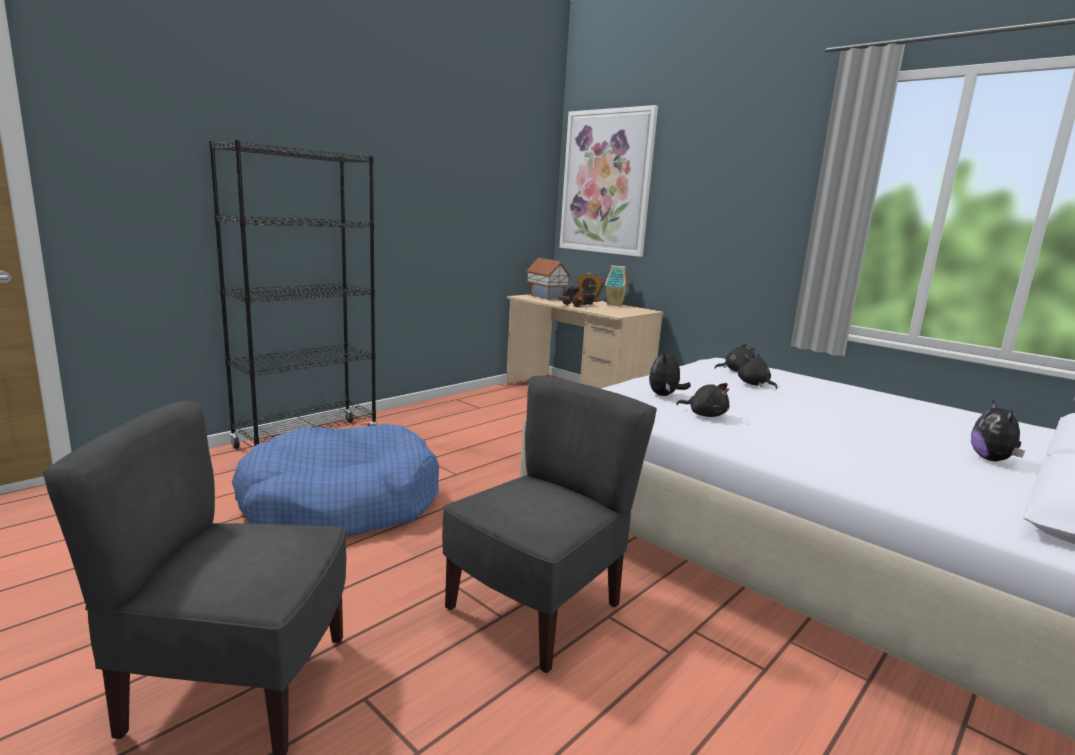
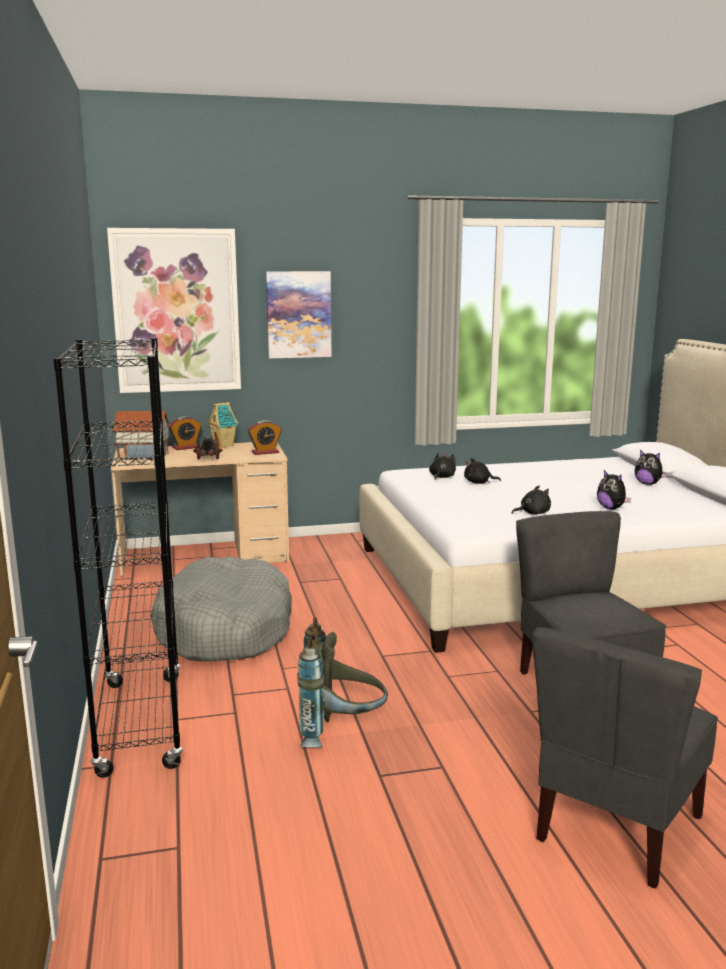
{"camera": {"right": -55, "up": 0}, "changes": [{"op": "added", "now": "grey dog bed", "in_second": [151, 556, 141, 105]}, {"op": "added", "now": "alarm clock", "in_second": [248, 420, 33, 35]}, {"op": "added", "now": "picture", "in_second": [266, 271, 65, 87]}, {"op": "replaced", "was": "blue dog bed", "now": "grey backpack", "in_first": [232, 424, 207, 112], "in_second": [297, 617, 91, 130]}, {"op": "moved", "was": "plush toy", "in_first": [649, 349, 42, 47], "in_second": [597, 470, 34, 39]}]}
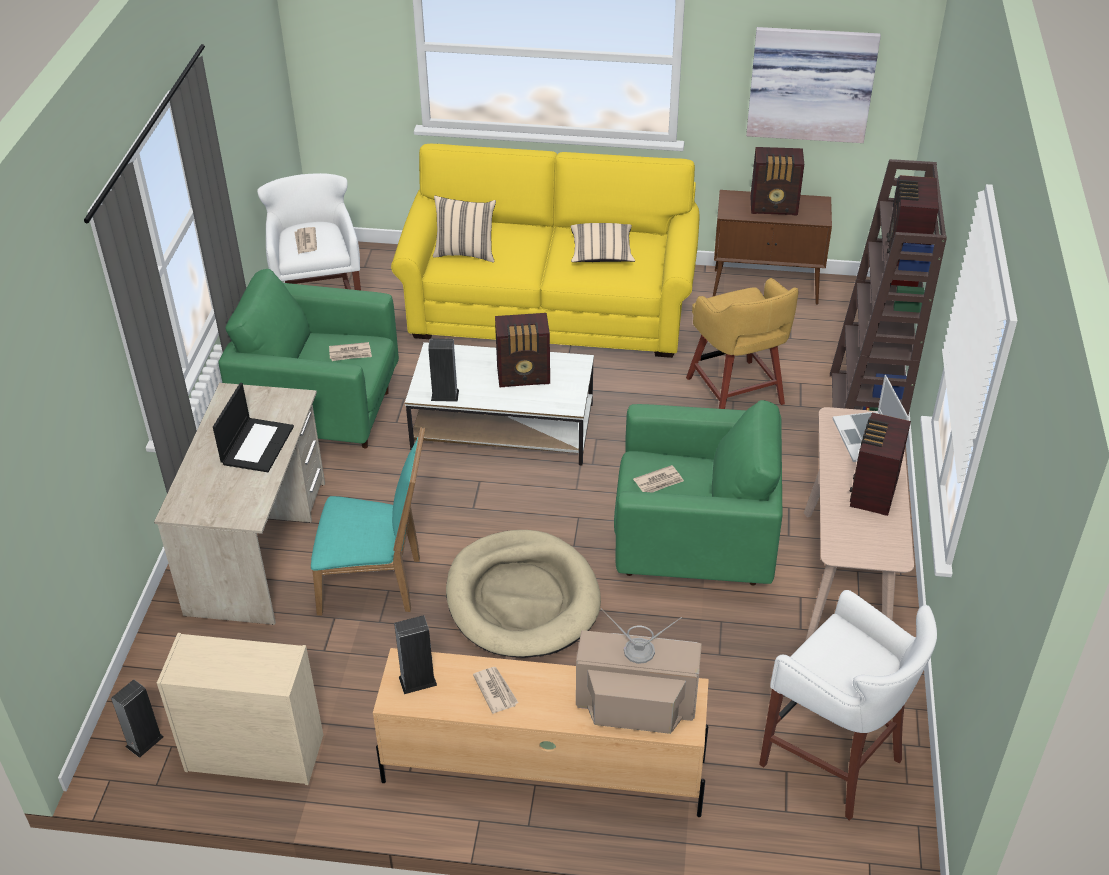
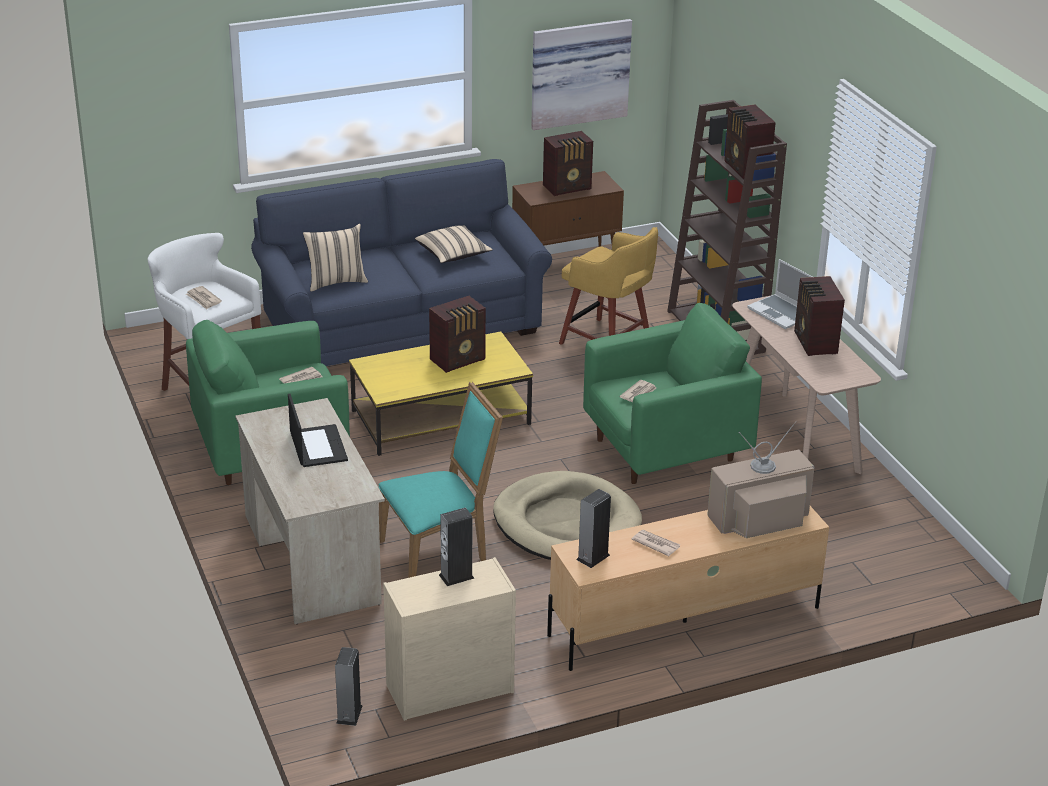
{"camera": {"right": -30, "up": -10}, "changes": [{"op": "recoloured", "was": "yellow sofa", "now": "blue sofa", "in_first": [391, 144, 309, 214], "in_second": [251, 159, 301, 207]}, {"op": "recoloured", "was": "white coffee table", "now": "yellow coffee table", "in_first": [405, 342, 189, 123], "in_second": [349, 332, 184, 124]}, {"op": "moved", "was": "speaker", "in_first": [428, 338, 31, 64], "in_second": [439, 508, 35, 78]}, {"op": "removed", "was": "white stool", "in_first": [759, 590, 178, 231]}]}
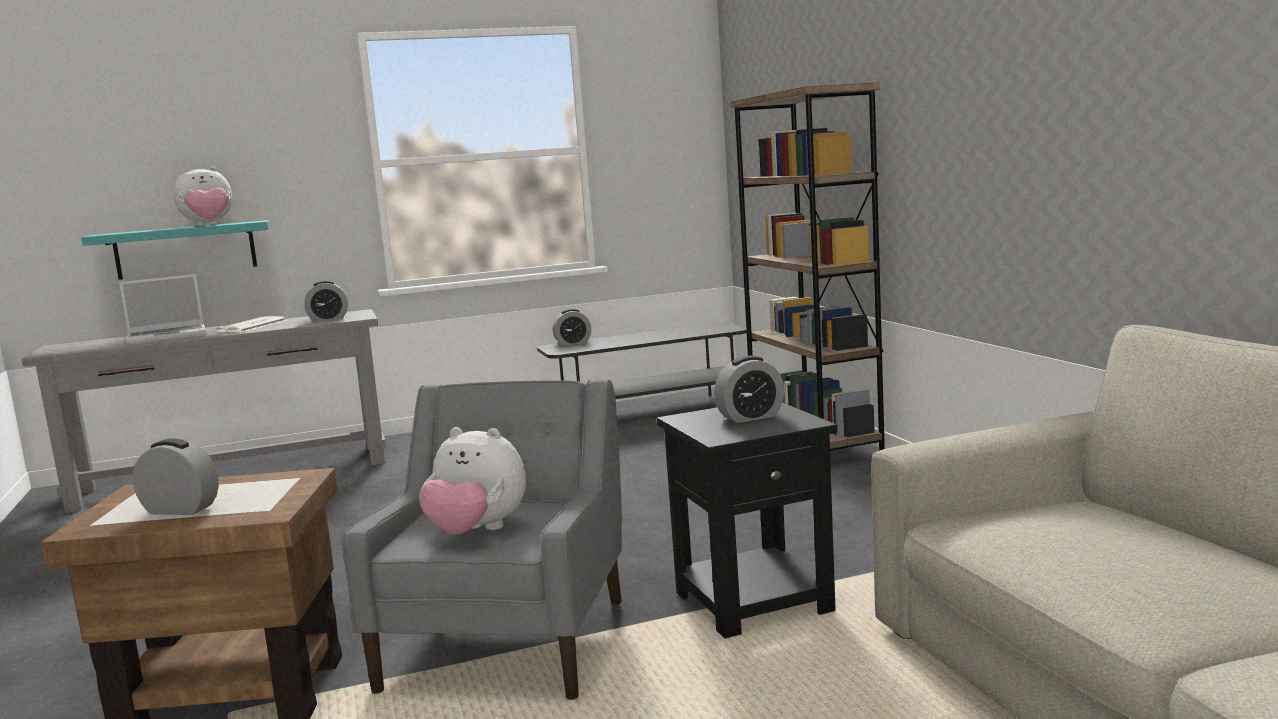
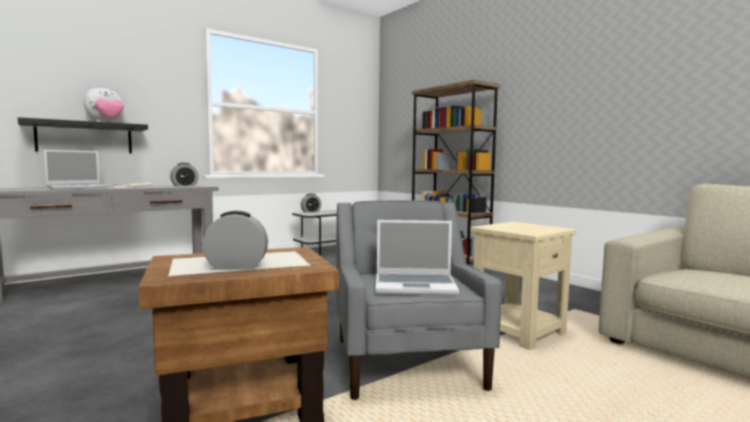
{"camera": {"right": -20, "up": -5}, "changes": [{"op": "recoloured", "was": "turquoise shelf", "now": "black shelf", "in_first": [81, 220, 189, 60], "in_second": [18, 117, 130, 36]}, {"op": "replaced", "was": "plush toy", "now": "laptop", "in_first": [419, 427, 107, 108], "in_second": [375, 220, 84, 76]}, {"op": "recoloured", "was": "black side table", "now": "beige side table", "in_first": [657, 403, 180, 235], "in_second": [470, 222, 107, 128]}, {"op": "removed", "was": "alarm clock", "in_first": [714, 355, 70, 68]}]}
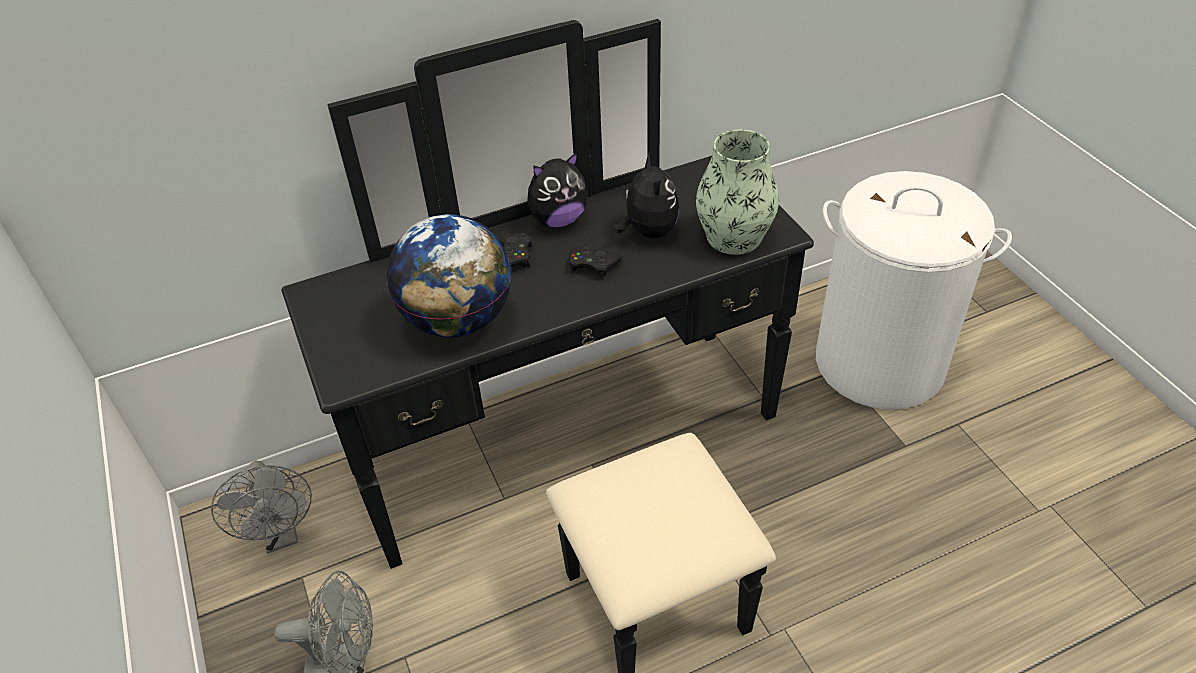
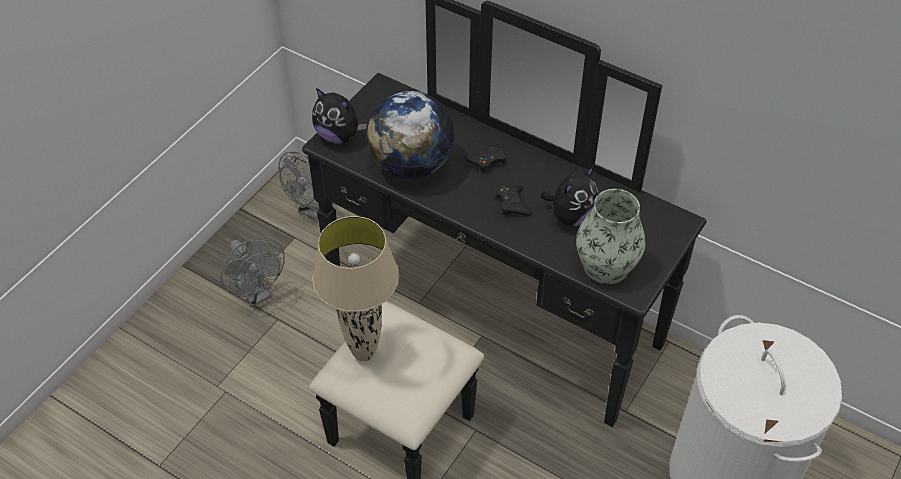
{"camera": {"right": 55, "up": 5}, "changes": [{"op": "moved", "was": "plush toy", "in_first": [527, 152, 61, 75], "in_second": [312, 88, 55, 56]}, {"op": "added", "now": "beige table lamp", "in_second": [312, 216, 87, 145]}]}
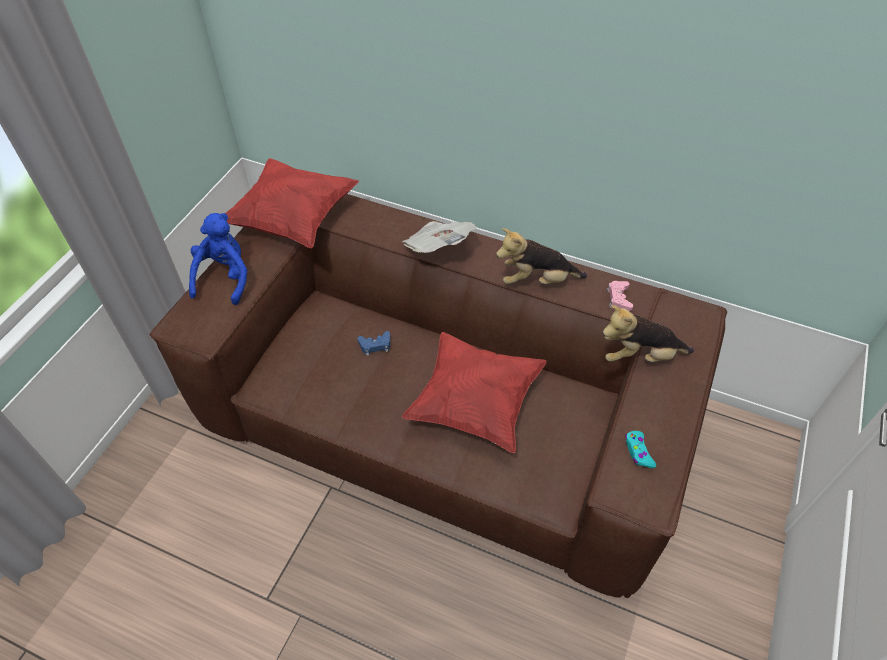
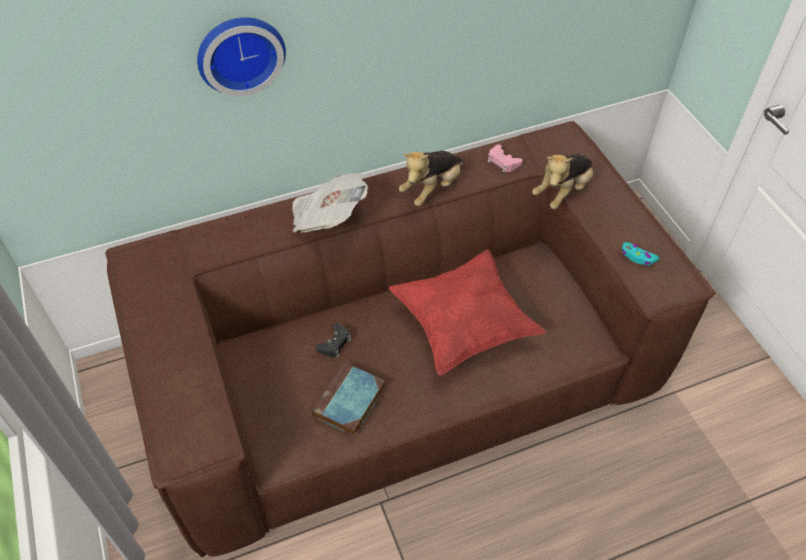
{"camera": {"right": -45, "up": 0}, "changes": [{"op": "added", "now": "wall clock", "in_second": [197, 17, 89, 79]}, {"op": "added", "now": "book", "in_second": [312, 362, 73, 75]}, {"op": "recoloured", "was": "blue game controller", "now": "black game controller", "in_first": [358, 331, 32, 25], "in_second": [316, 323, 35, 35]}, {"op": "removed", "was": "blue plush toy", "in_first": [189, 213, 58, 92]}, {"op": "removed", "was": "red pillow", "in_first": [225, 158, 134, 90]}]}
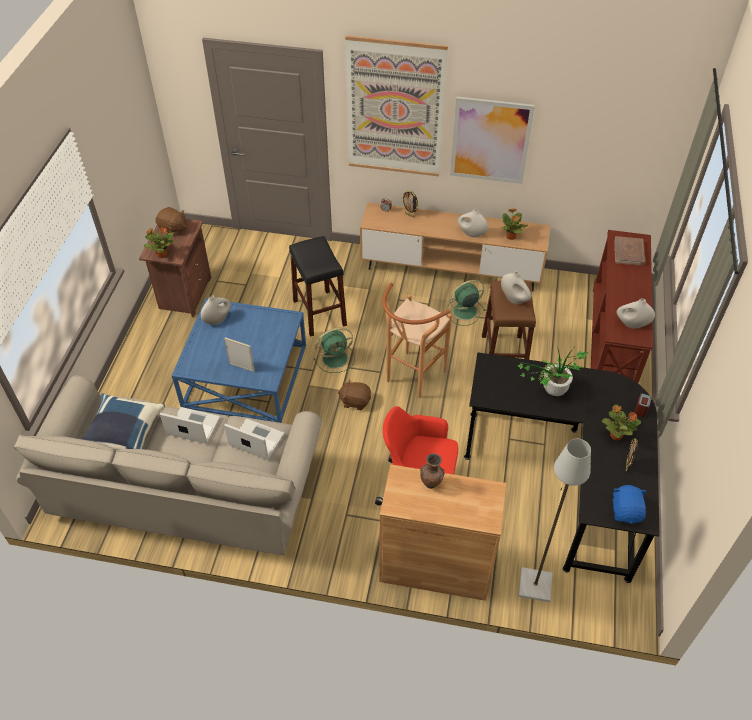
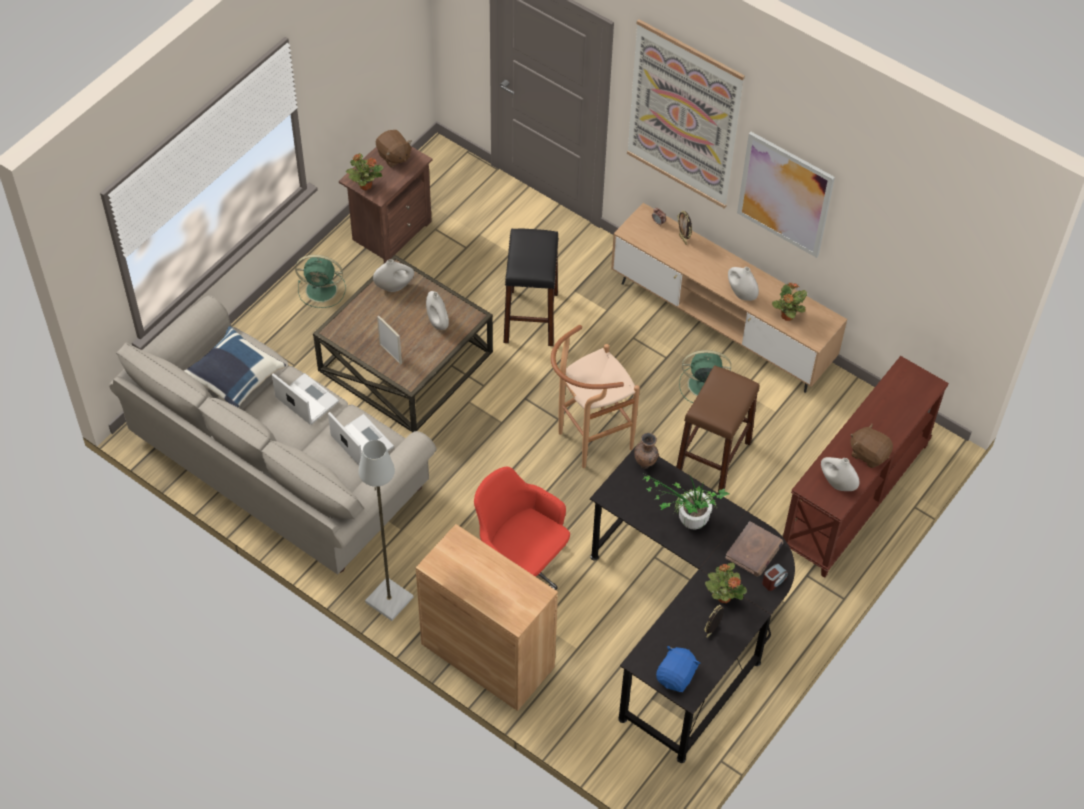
{"camera": {"right": 25, "up": 5}, "changes": [{"op": "moved", "was": "green fan", "in_first": [314, 328, 41, 45], "in_second": [295, 255, 51, 53]}, {"op": "recoloured", "was": "blue coffee table", "now": "brown coffee table", "in_first": [172, 298, 134, 125], "in_second": [313, 255, 180, 177]}, {"op": "moved", "was": "grey floor lamp", "in_first": [519, 439, 72, 163], "in_second": [358, 440, 56, 181]}, {"op": "moved", "was": "white vase", "in_first": [501, 271, 31, 33], "in_second": [426, 291, 23, 39]}, {"op": "moved", "was": "brown vase", "in_first": [420, 453, 25, 36], "in_second": [634, 433, 25, 36]}, {"op": "moved", "was": "brown book", "in_first": [614, 236, 32, 30], "in_second": [725, 521, 58, 55]}, {"op": "moved", "was": "brown plush toy", "in_first": [337, 379, 34, 31], "in_second": [851, 424, 42, 44]}]}
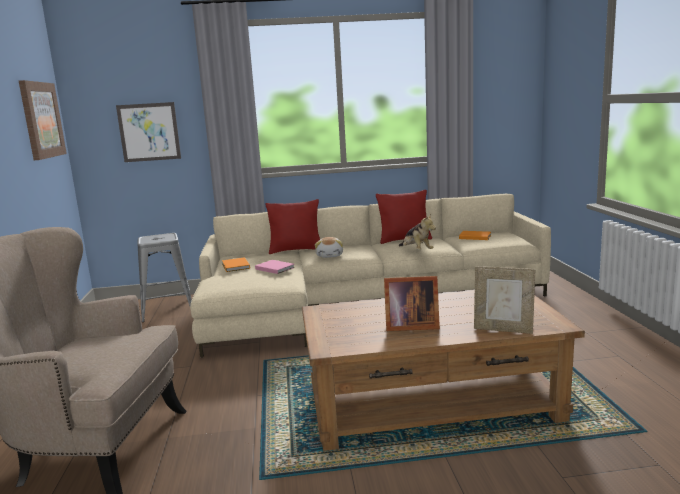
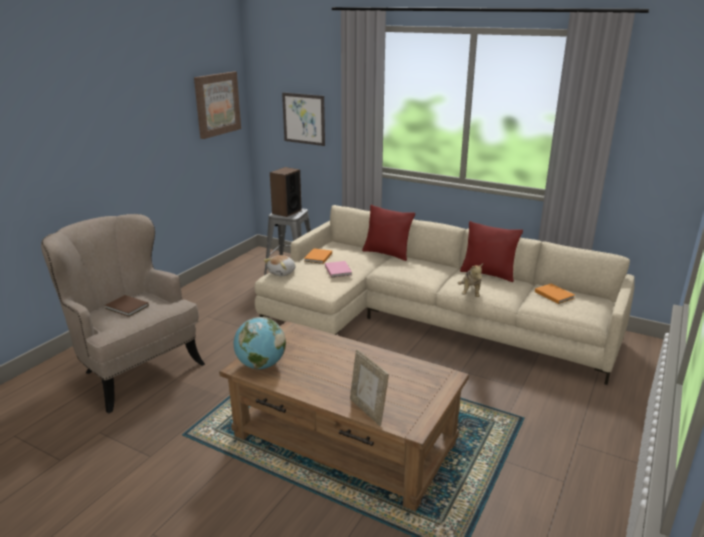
{"camera": {"right": 35, "up": 10}, "changes": [{"op": "added", "now": "brown book", "in_second": [105, 295, 44, 22]}, {"op": "added", "now": "globe", "in_second": [234, 317, 52, 52]}, {"op": "moved", "was": "plush toy", "in_first": [315, 237, 28, 21], "in_second": [263, 255, 33, 21]}, {"op": "added", "now": "speaker", "in_second": [270, 167, 32, 50]}, {"op": "removed", "was": "picture frame", "in_first": [384, 276, 56, 55]}]}
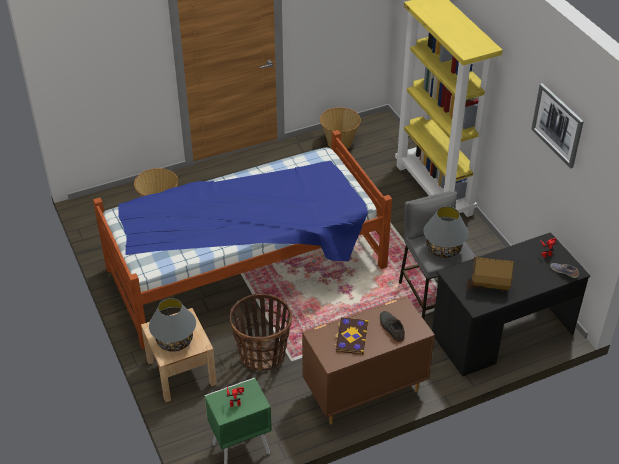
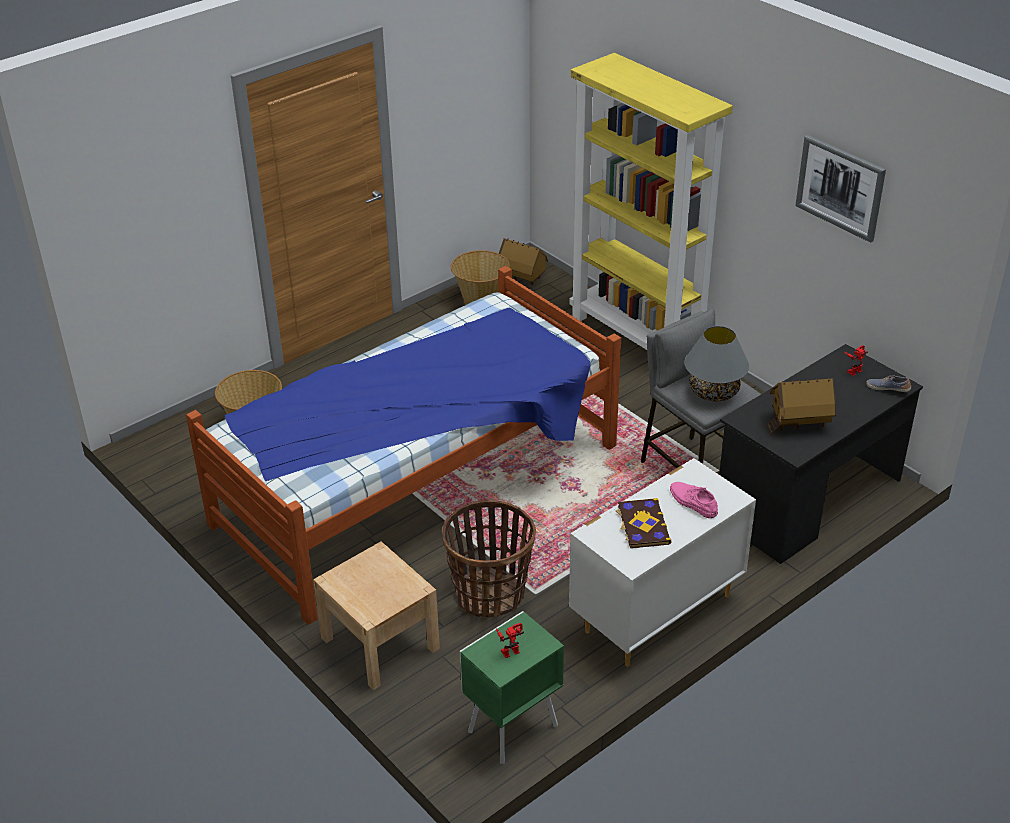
{"camera": {"right": -15, "up": -5}, "changes": [{"op": "added", "now": "toy house", "in_second": [499, 238, 49, 47]}, {"op": "recoloured", "was": "brown dresser", "now": "white dresser", "in_first": [302, 296, 133, 129], "in_second": [569, 458, 187, 209]}, {"op": "recoloured", "was": "grey shoe", "now": "pink shoe", "in_first": [380, 311, 25, 31], "in_second": [670, 482, 48, 36]}, {"op": "removed", "was": "grey table lamp", "in_first": [149, 298, 47, 54]}]}
